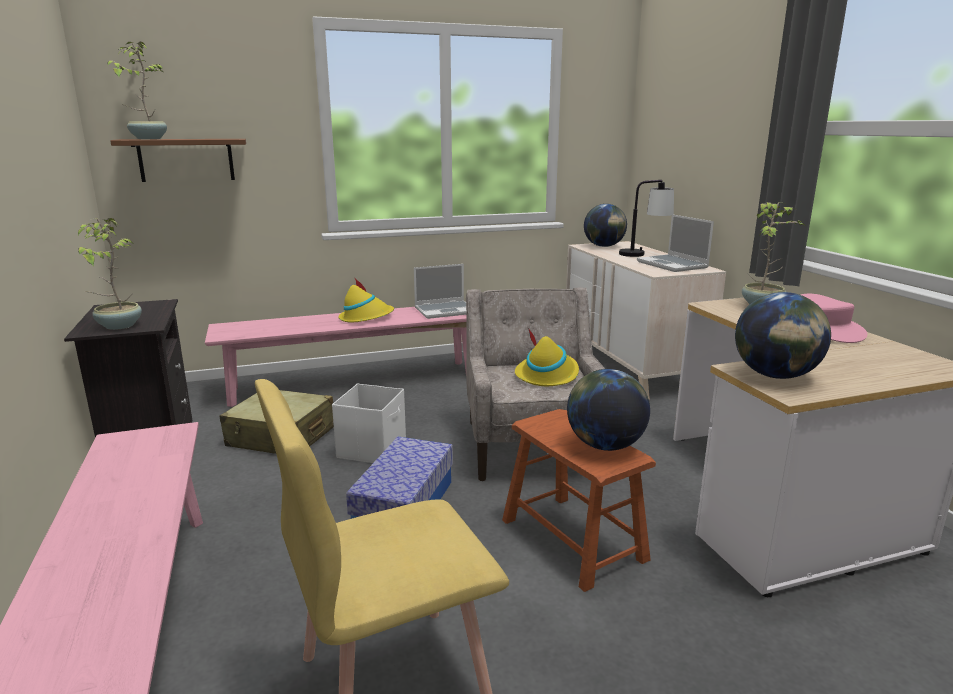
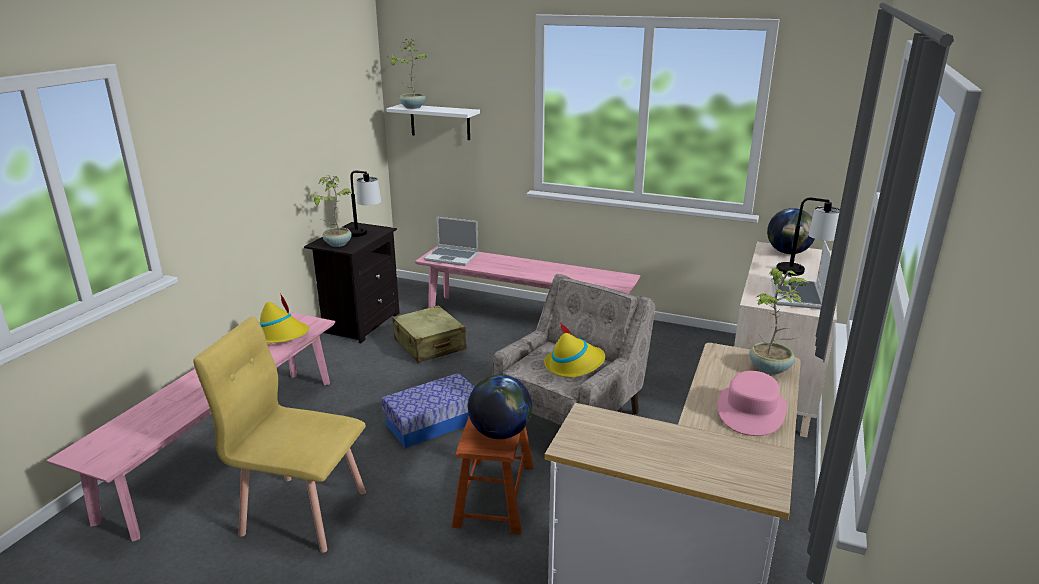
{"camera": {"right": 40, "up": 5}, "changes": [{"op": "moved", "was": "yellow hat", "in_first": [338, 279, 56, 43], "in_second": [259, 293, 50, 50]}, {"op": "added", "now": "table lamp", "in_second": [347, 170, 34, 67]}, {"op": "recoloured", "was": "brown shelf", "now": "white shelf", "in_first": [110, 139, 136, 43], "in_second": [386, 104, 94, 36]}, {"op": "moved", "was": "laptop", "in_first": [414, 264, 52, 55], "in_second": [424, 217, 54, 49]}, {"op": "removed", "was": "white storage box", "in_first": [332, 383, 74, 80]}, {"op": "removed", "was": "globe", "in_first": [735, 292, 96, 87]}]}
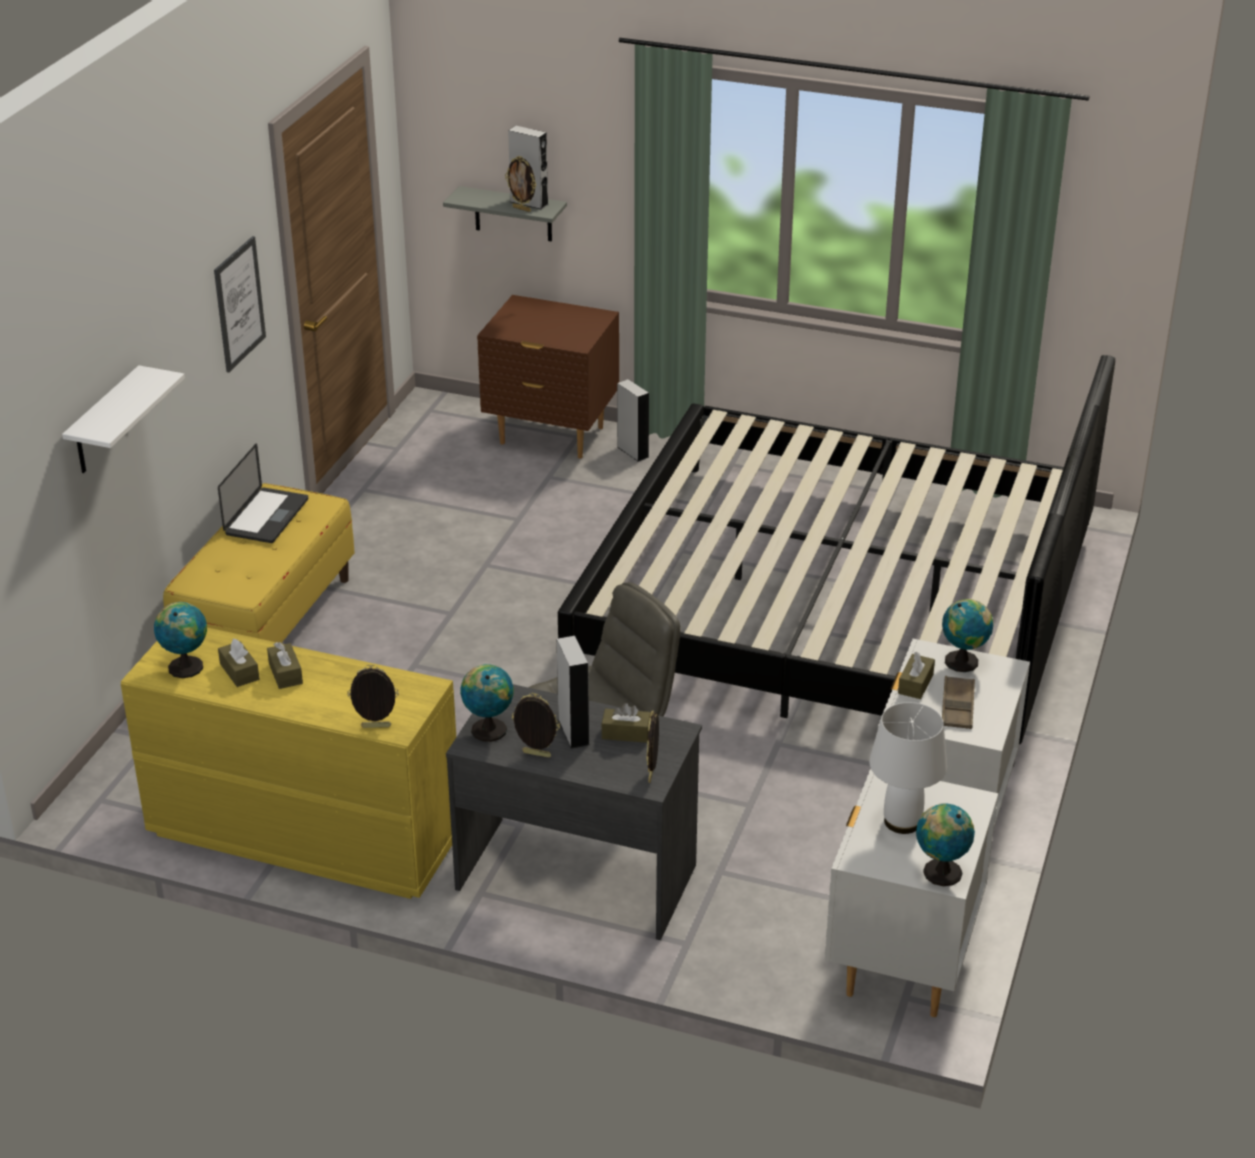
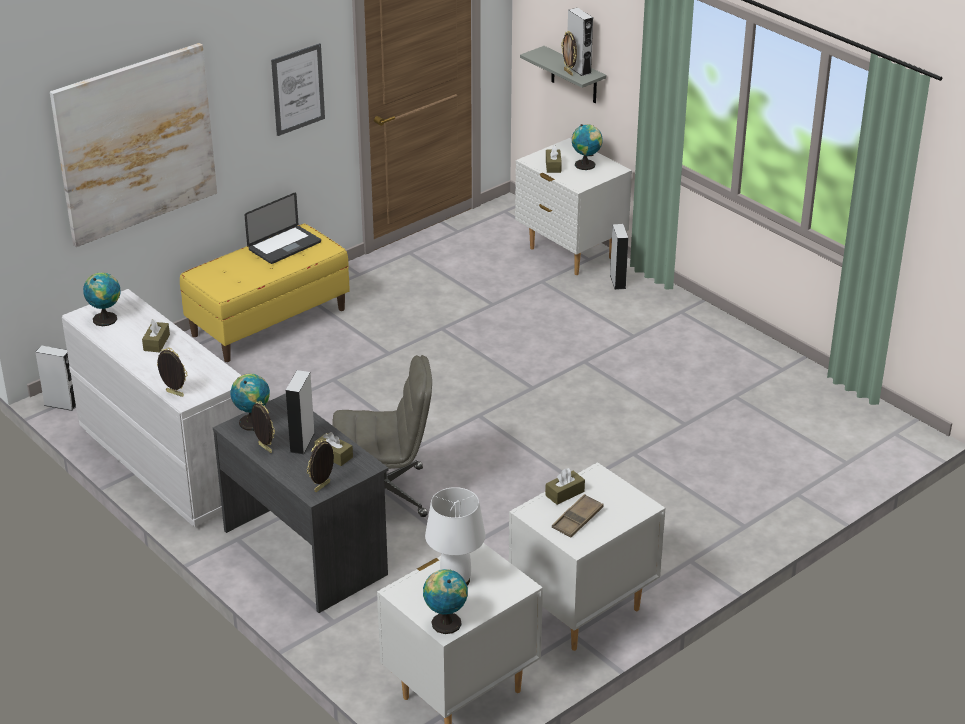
{"camera": {"right": 30, "up": 0}, "changes": [{"op": "added", "now": "grey speaker", "in_second": [35, 345, 41, 66]}, {"op": "replaced", "was": "white shelf", "now": "picture", "in_first": [62, 365, 123, 108], "in_second": [50, 43, 167, 204]}, {"op": "recoloured", "was": "yellow dresser", "now": "white dresser", "in_first": [121, 627, 335, 272], "in_second": [62, 289, 183, 238]}, {"op": "recoloured", "was": "brown nightstand", "now": "white nightstand", "in_first": [477, 295, 142, 164], "in_second": [515, 138, 117, 137]}, {"op": "moved", "was": "brown tissue box", "in_first": [218, 639, 41, 48], "in_second": [546, 145, 16, 28]}, {"op": "moved", "was": "globe", "in_first": [942, 599, 51, 73], "in_second": [572, 124, 31, 46]}, {"op": "removed", "was": "bed", "in_first": [558, 355, 557, 411]}]}
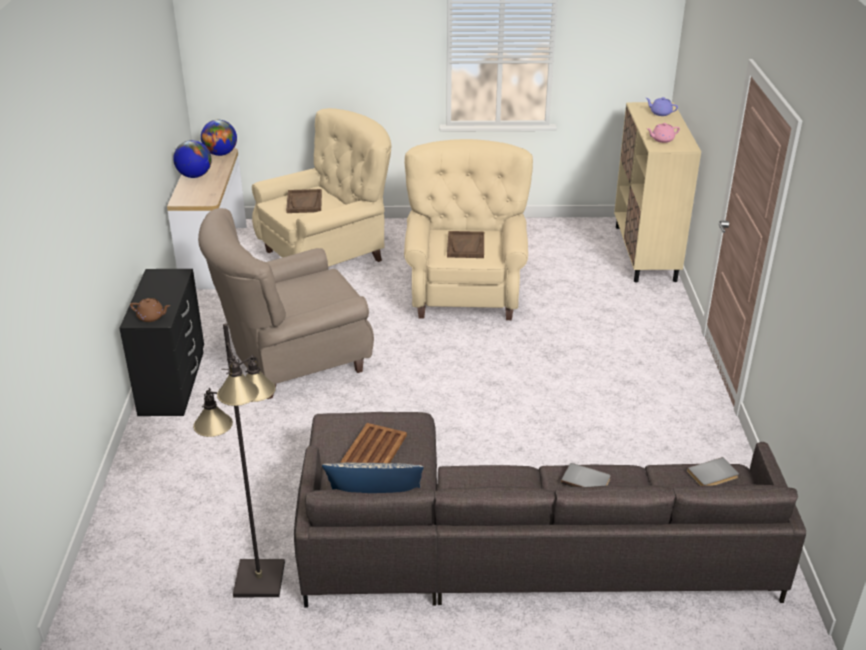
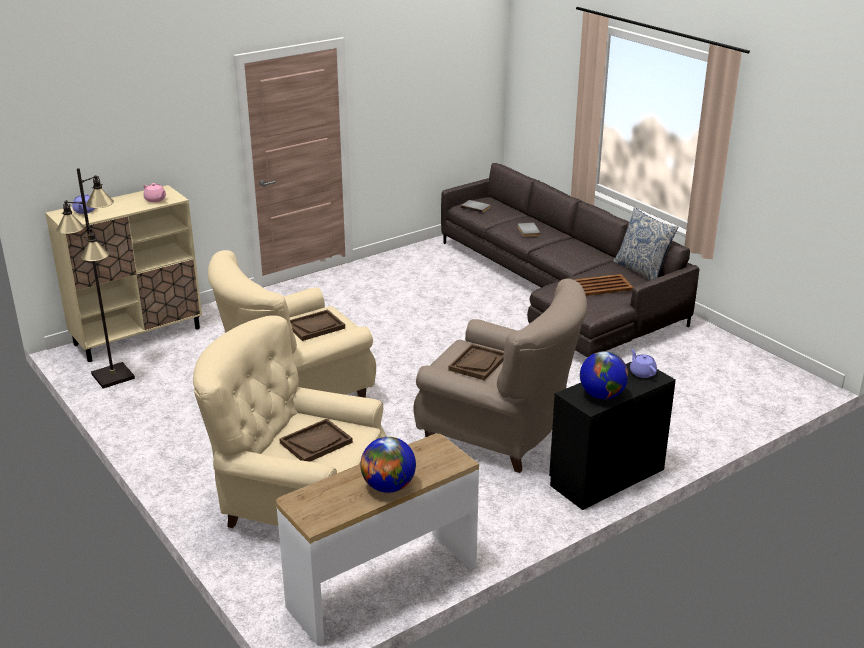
{"camera": {"right": -125, "up": -5}, "changes": [{"op": "moved", "was": "black floor lamp", "in_first": [193, 323, 92, 274], "in_second": [56, 168, 79, 221]}, {"op": "added", "now": "brown tray", "in_second": [449, 344, 55, 36]}, {"op": "moved", "was": "globe", "in_first": [201, 120, 36, 36], "in_second": [580, 351, 48, 48]}, {"op": "recoloured", "was": "brown teapot", "now": "purple teapot", "in_first": [130, 298, 40, 24], "in_second": [630, 349, 27, 29]}]}
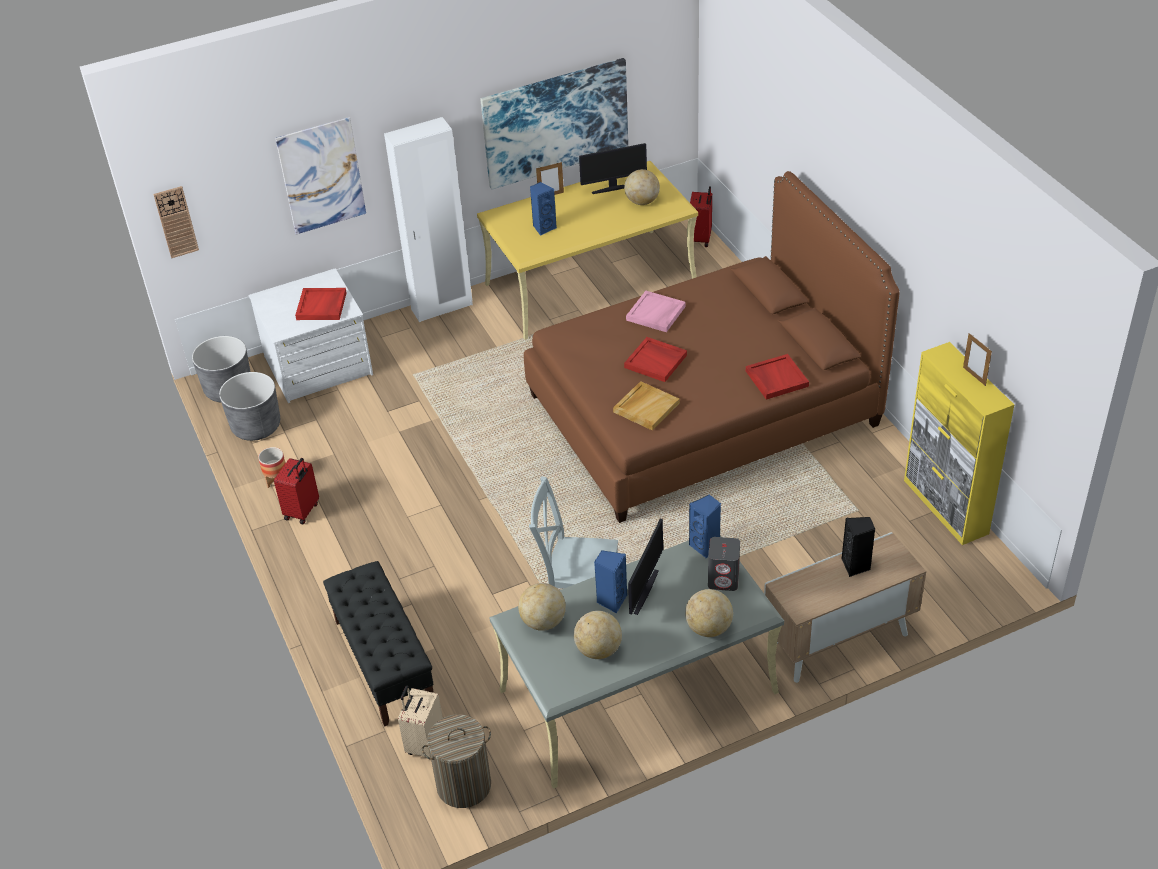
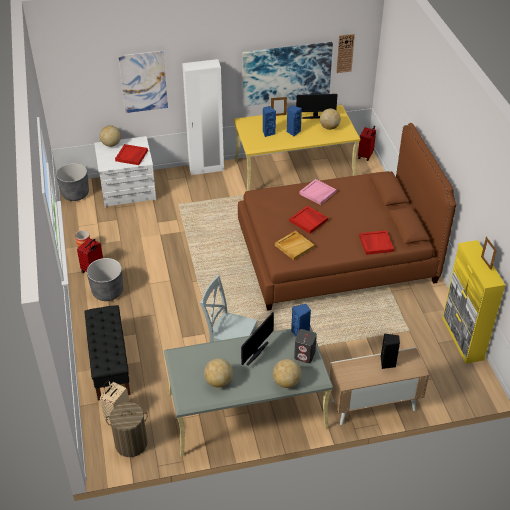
{"camera": {"right": 10, "up": 0}, "changes": [{"op": "moved", "was": "grey planter", "in_first": [219, 372, 61, 69], "in_second": [87, 258, 36, 43]}, {"op": "moved", "was": "globe", "in_first": [518, 583, 48, 48], "in_second": [100, 125, 21, 22]}, {"op": "moved", "was": "blue speaker", "in_first": [594, 550, 33, 63], "in_second": [287, 106, 15, 31]}, {"op": "moved", "was": "wall clock", "in_first": [153, 186, 46, 72], "in_second": [336, 34, 19, 39]}]}
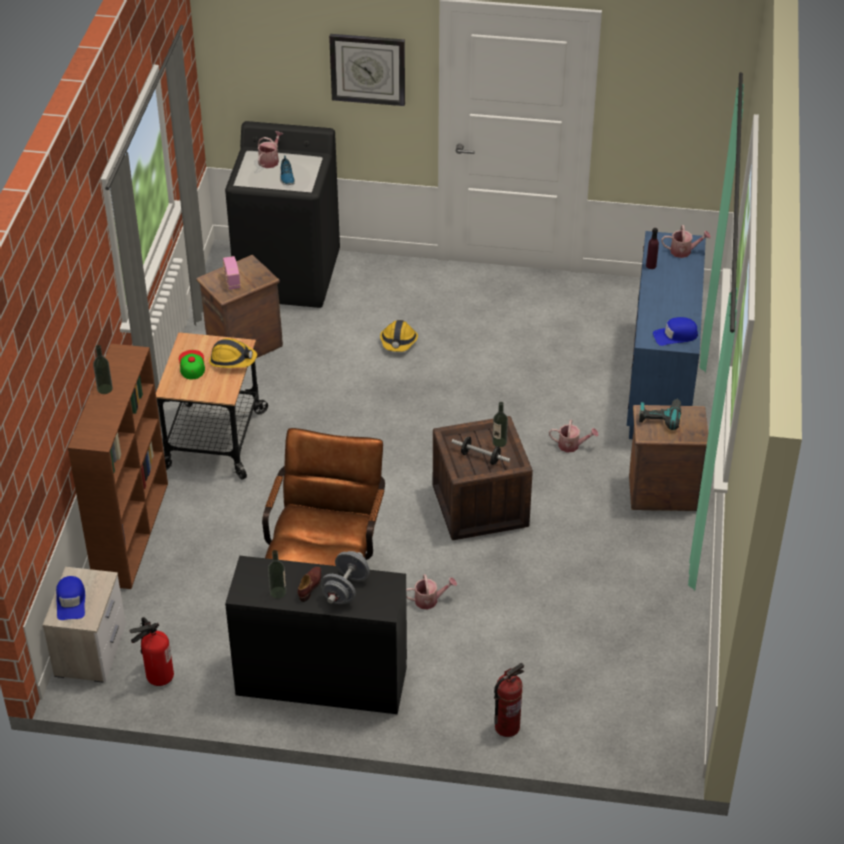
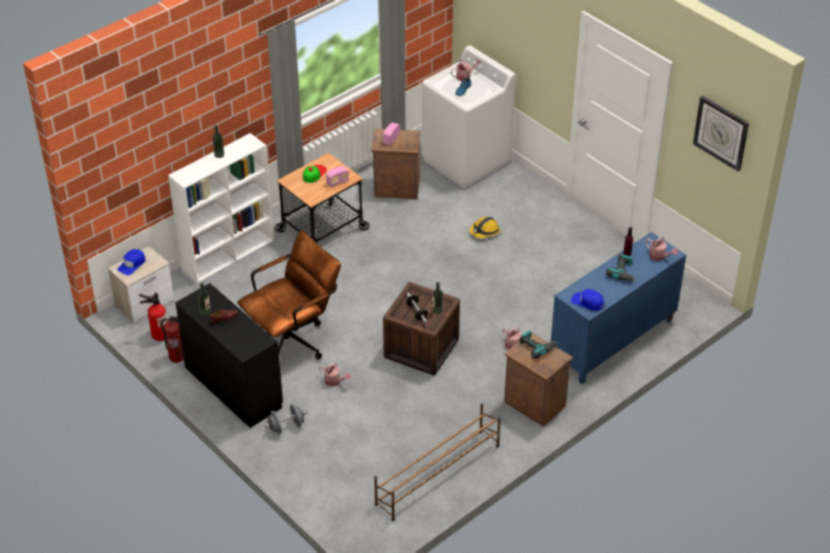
{"camera": {"right": 40, "up": 0}, "changes": [{"op": "moved", "was": "fire extinguisher", "in_first": [494, 663, 30, 74], "in_second": [161, 316, 23, 47]}, {"op": "recoloured", "was": "brown bookcase", "now": "white bookcase", "in_first": [68, 344, 100, 245], "in_second": [168, 133, 106, 151]}, {"op": "moved", "was": "grey dumbbell", "in_first": [321, 551, 49, 53], "in_second": [265, 404, 42, 30]}, {"op": "replaced", "was": "hard hat", "now": "radio", "in_first": [209, 338, 48, 30], "in_second": [326, 166, 23, 22]}, {"op": "added", "now": "brown shoe rack", "in_second": [374, 403, 127, 118]}, {"op": "recoloured", "was": "black washing machine", "now": "white washing machine", "in_first": [225, 121, 115, 187], "in_second": [422, 46, 94, 143]}, {"op": "added", "now": "power drill", "in_second": [606, 254, 30, 28]}, {"op": "moved", "was": "wall clock", "in_first": [329, 34, 76, 72], "in_second": [693, 96, 56, 76]}]}
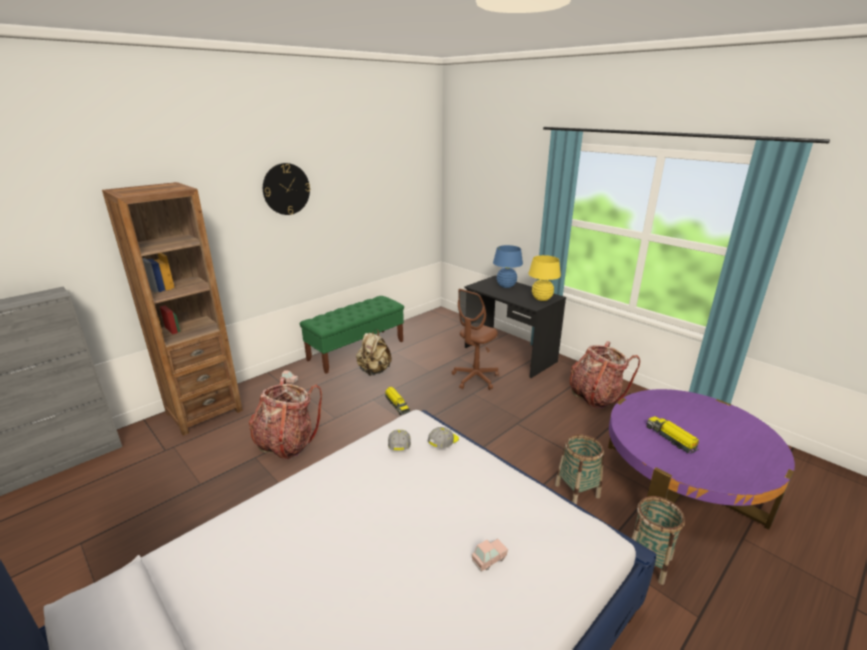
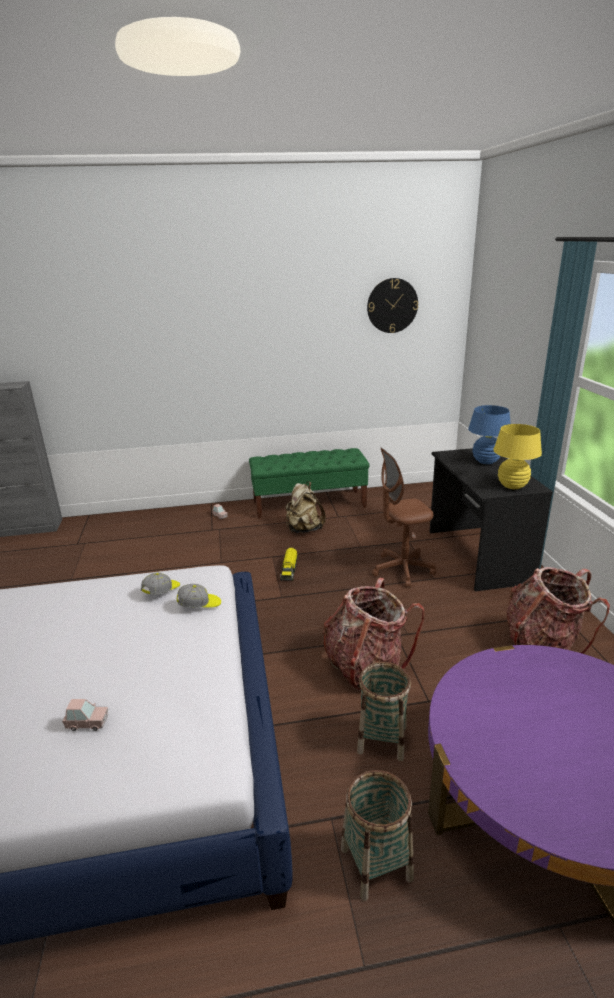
{"camera": {"right": 35, "up": 0}, "changes": [{"op": "moved", "was": "backpack", "in_first": [249, 377, 73, 83], "in_second": [323, 578, 101, 113]}, {"op": "moved", "was": "wall clock", "in_first": [263, 163, 47, 52], "in_second": [367, 278, 51, 55]}, {"op": "removed", "was": "brown bookcase", "in_first": [102, 182, 141, 254]}, {"op": "removed", "was": "toy truck", "in_first": [647, 416, 52, 38]}]}
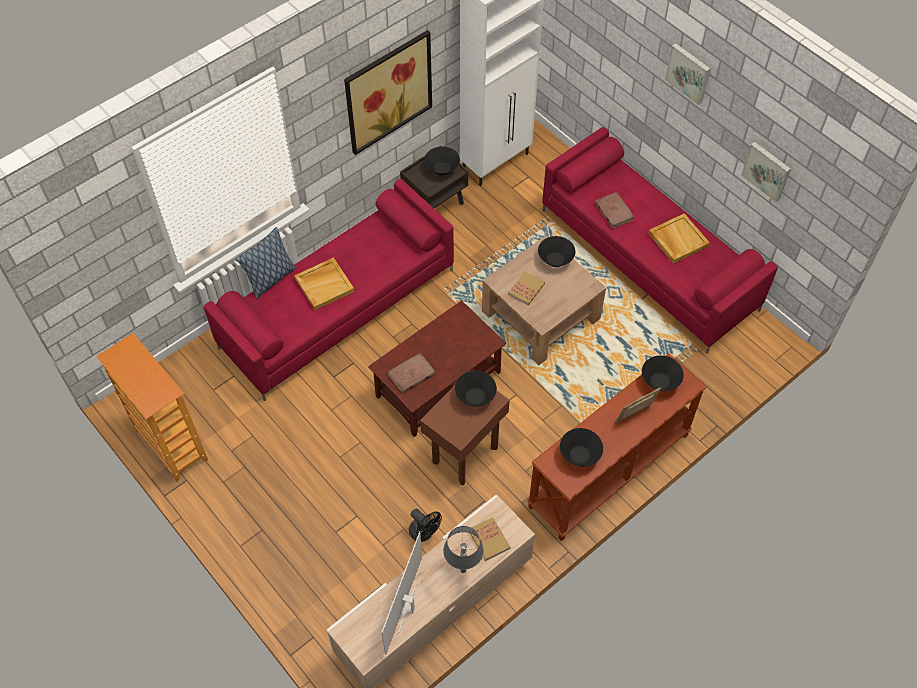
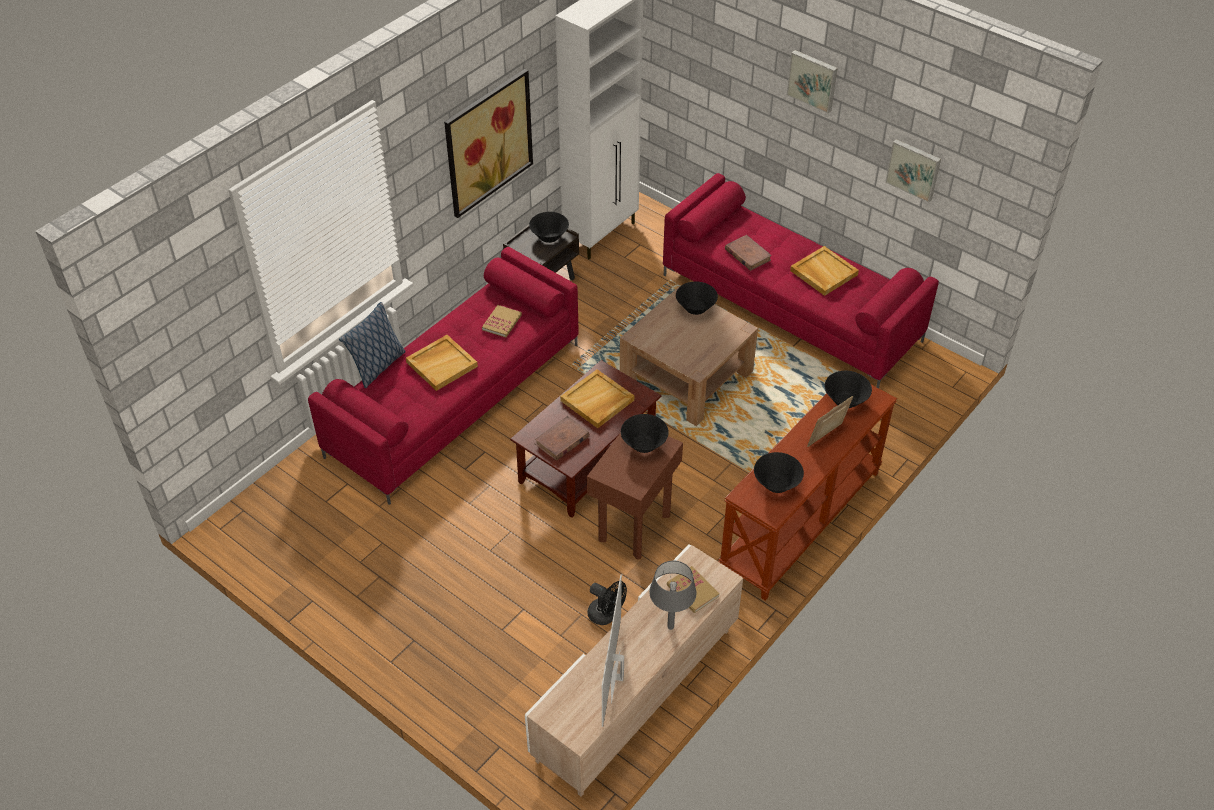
{"camera": {"right": -10, "up": -10}, "changes": [{"op": "moved", "was": "book", "in_first": [508, 271, 37, 34], "in_second": [482, 305, 40, 33]}, {"op": "added", "now": "beige tray", "in_second": [560, 369, 74, 59]}, {"op": "removed", "was": "bookcase", "in_first": [96, 333, 112, 149]}]}
